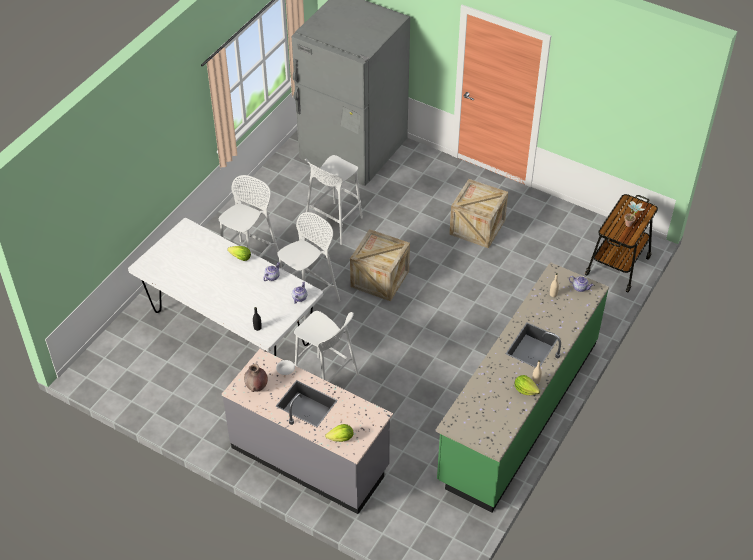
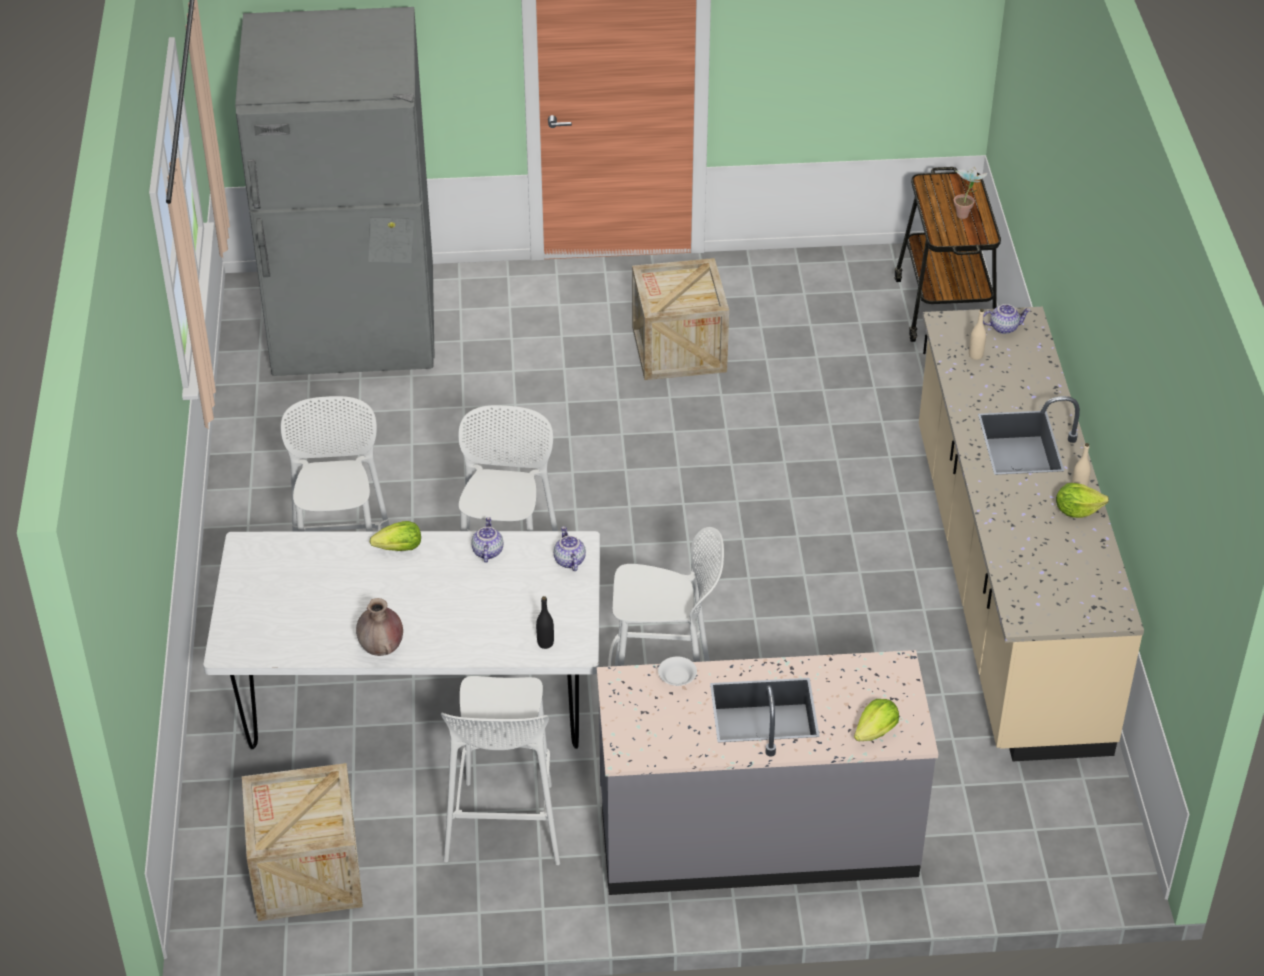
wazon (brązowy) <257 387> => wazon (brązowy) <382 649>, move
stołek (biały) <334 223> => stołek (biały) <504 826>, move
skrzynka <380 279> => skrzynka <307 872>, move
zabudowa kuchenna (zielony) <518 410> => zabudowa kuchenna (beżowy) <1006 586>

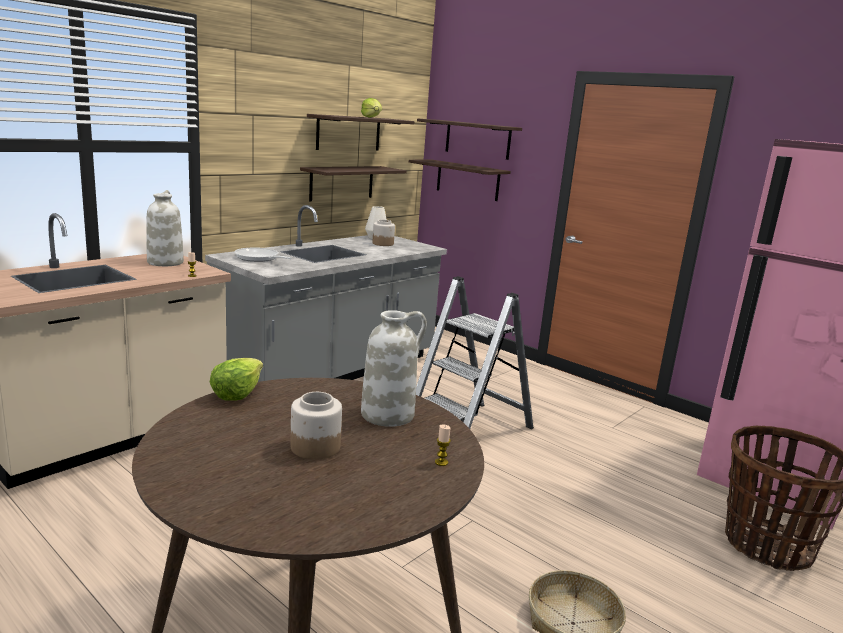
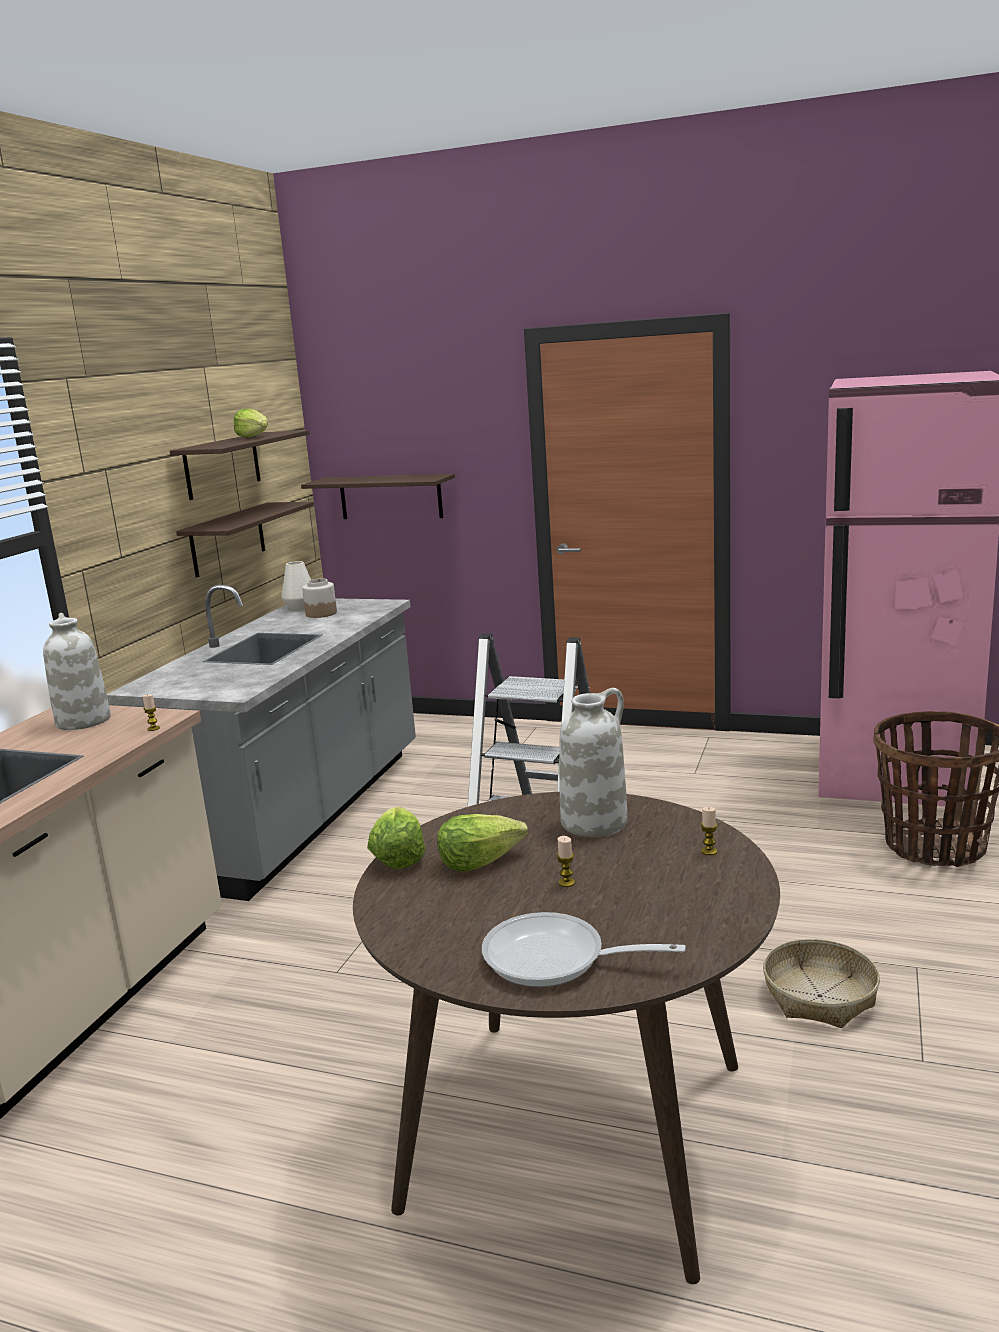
półka <477 139> => nothing
nothing => sałata <479 861>
patelnia <259 258> => patelnia <555 960>, move
słoik <314 447> => świeca <566 883>

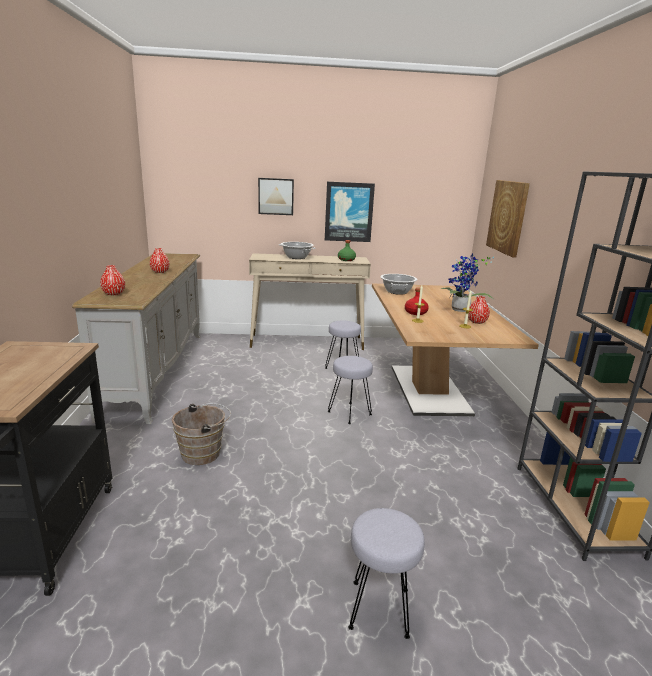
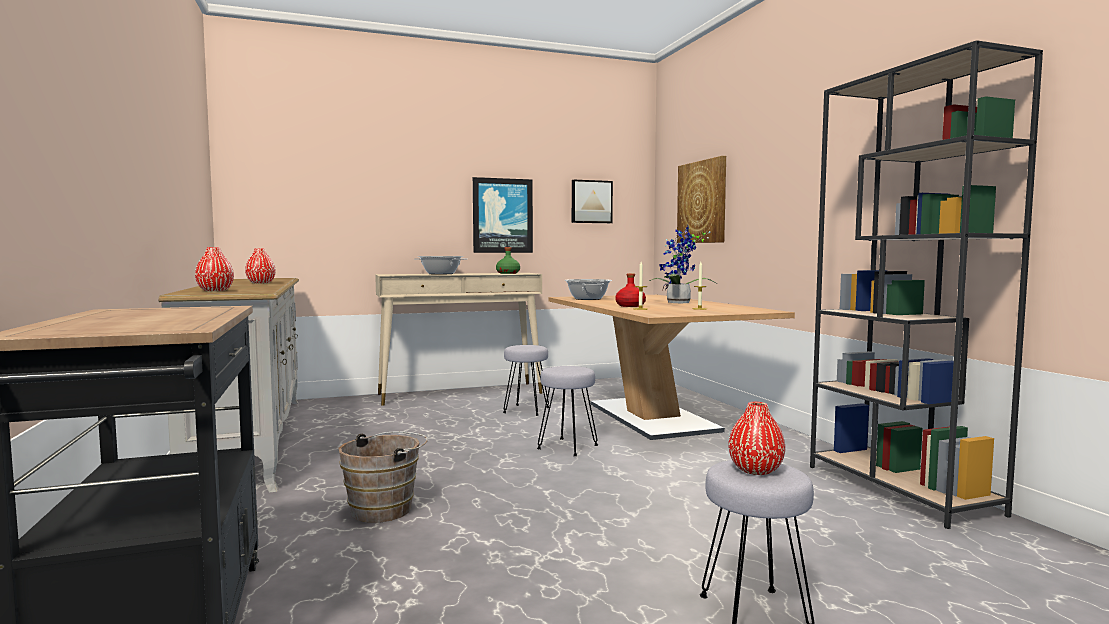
obraz <276 196> => obraz <591 202>, move
wazon (czerwony) <477 322> => wazon (czerwony) <755 470>, move

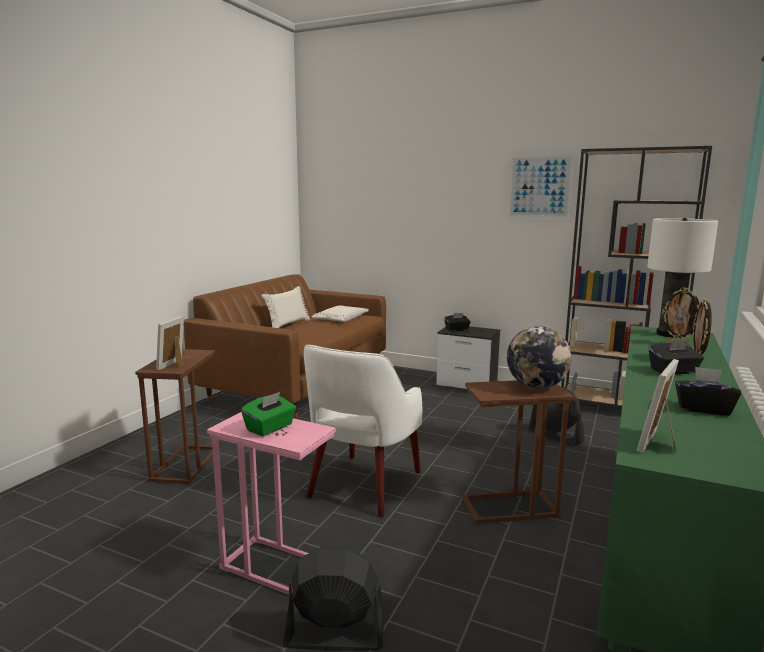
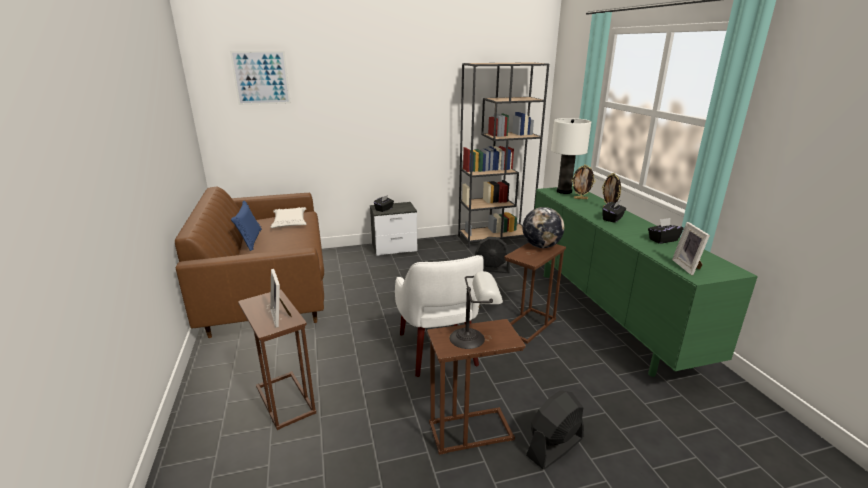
obraz <539 186> => obraz <261 78>, move
pudełko chusteczek (zielony) <270 428> => lampa stołowa <474 337>
stolik (różowy) <276 568> => stolik (brązowy) <470 431>
poduszka (biały) <287 325> => poduszka (niebieski) <250 240>

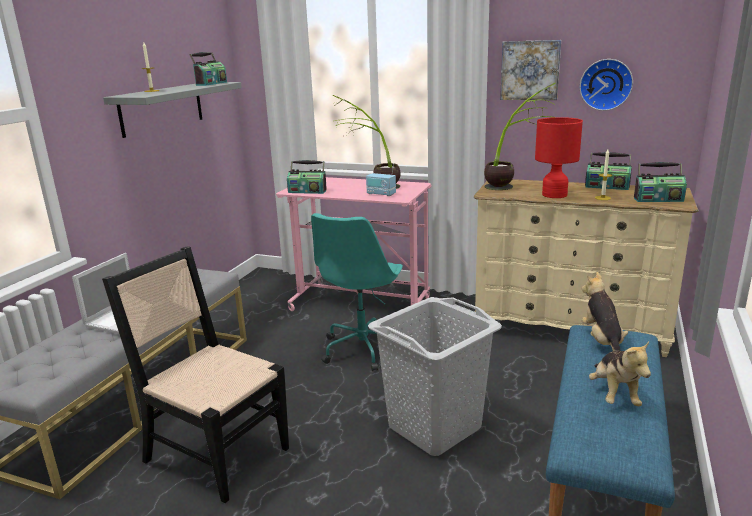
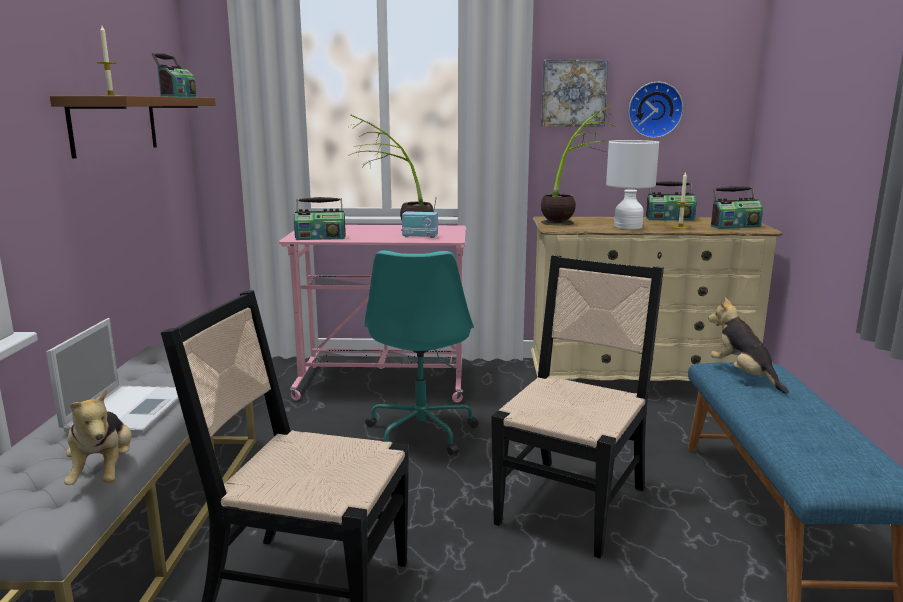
pluszak <614 394> => pluszak <104 473>, move
kosz na pranie (szary) <435 427> => krzesło <571 505>
półka (szary) <162 108> => półka (brązowy) <114 124>
lampa stołowa (czerwony) <554 195> => lampa stołowa (biały) <627 227>

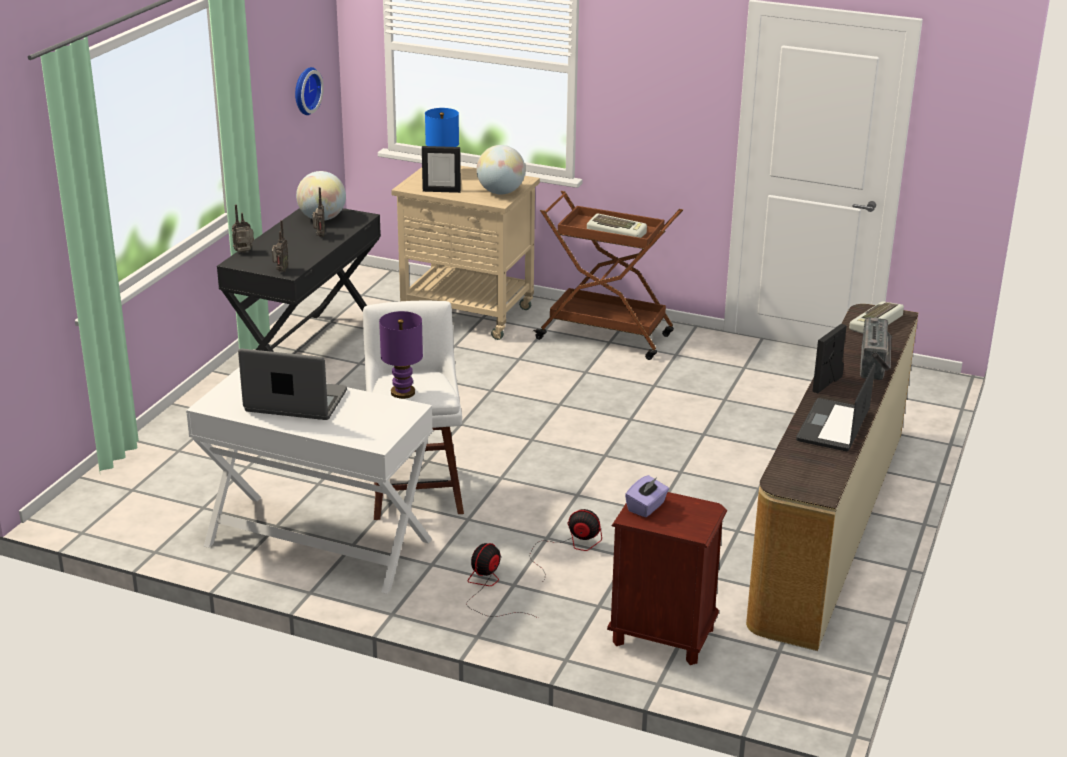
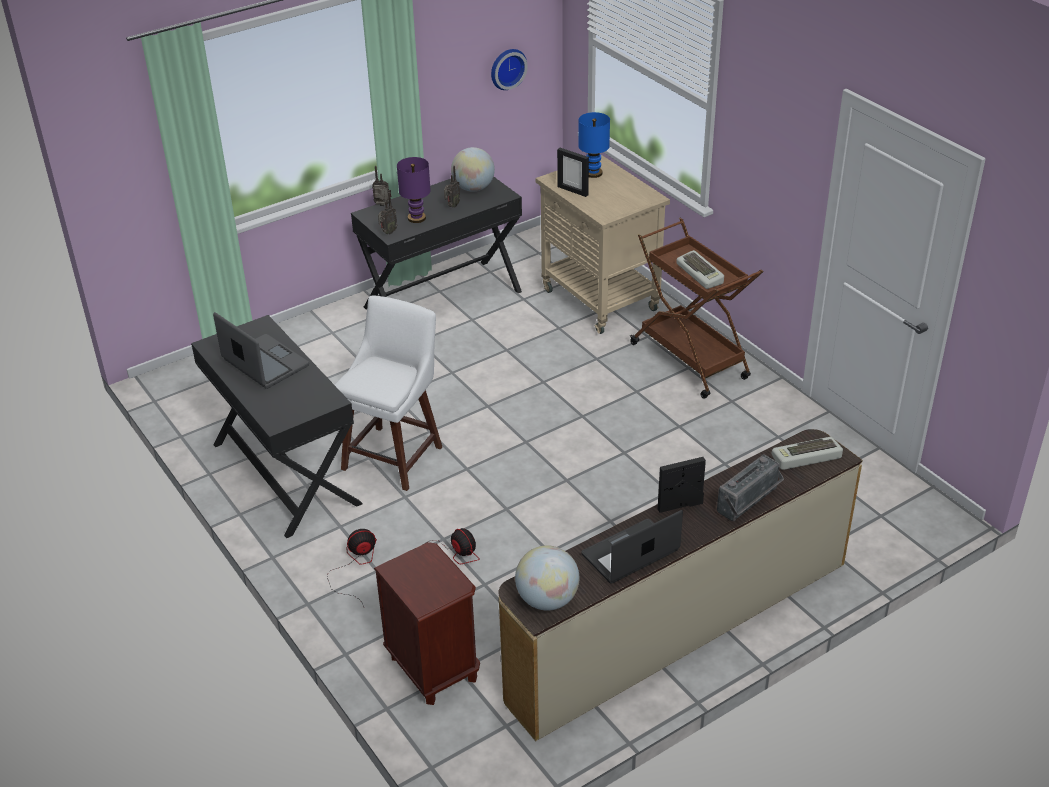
pudełko chusteczek (fioletowy) <646 507> => nothing
lampa stołowa (fioletowy) <403 393> => lampa stołowa (fioletowy) <417 218>, move
globus <501 192> => globus <547 600>, move
biurko (biały) <317 543> => biurko (czarny) <284 473>

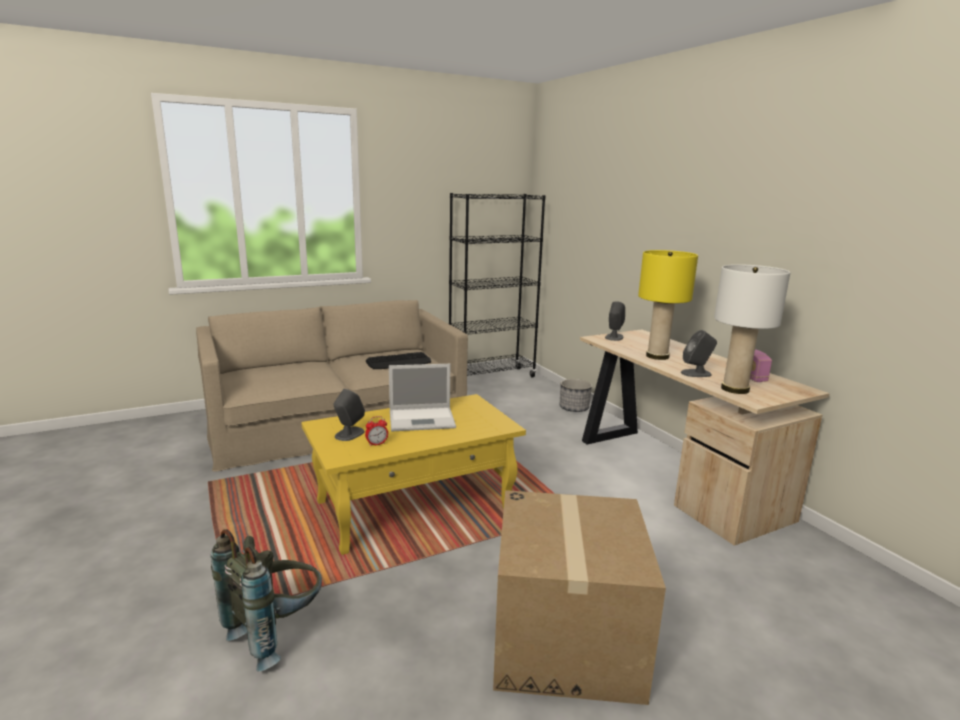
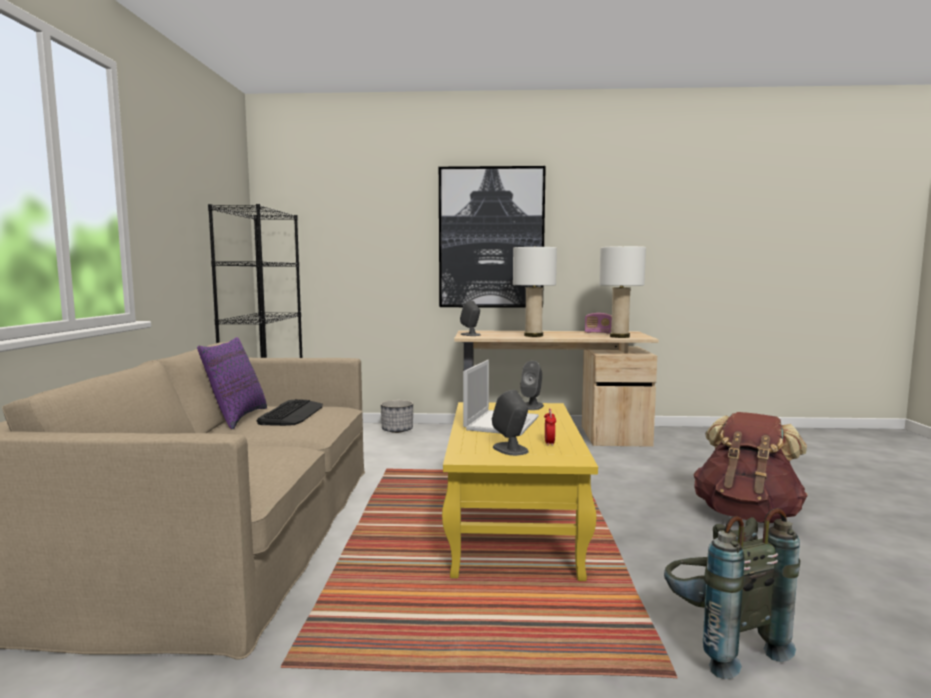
nothing => poduszka (fioletowy) <238 418>
nothing => obraz <491 238>
głośnik (szary) <696 373> => głośnik (szary) <532 406>, move
karton <566 639> => plecak (brązowy) <746 515>
lampa stołowa (żółty) <657 356> => lampa stołowa (biały) <533 335>

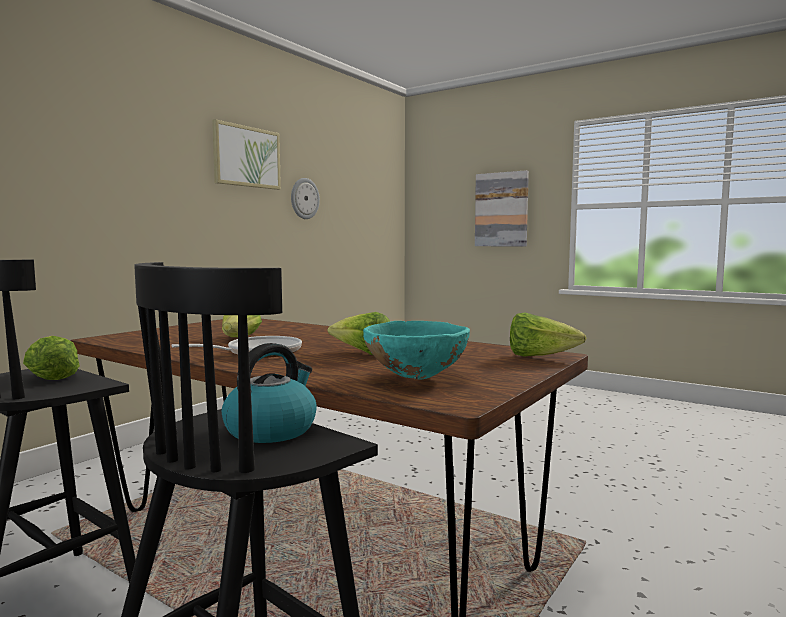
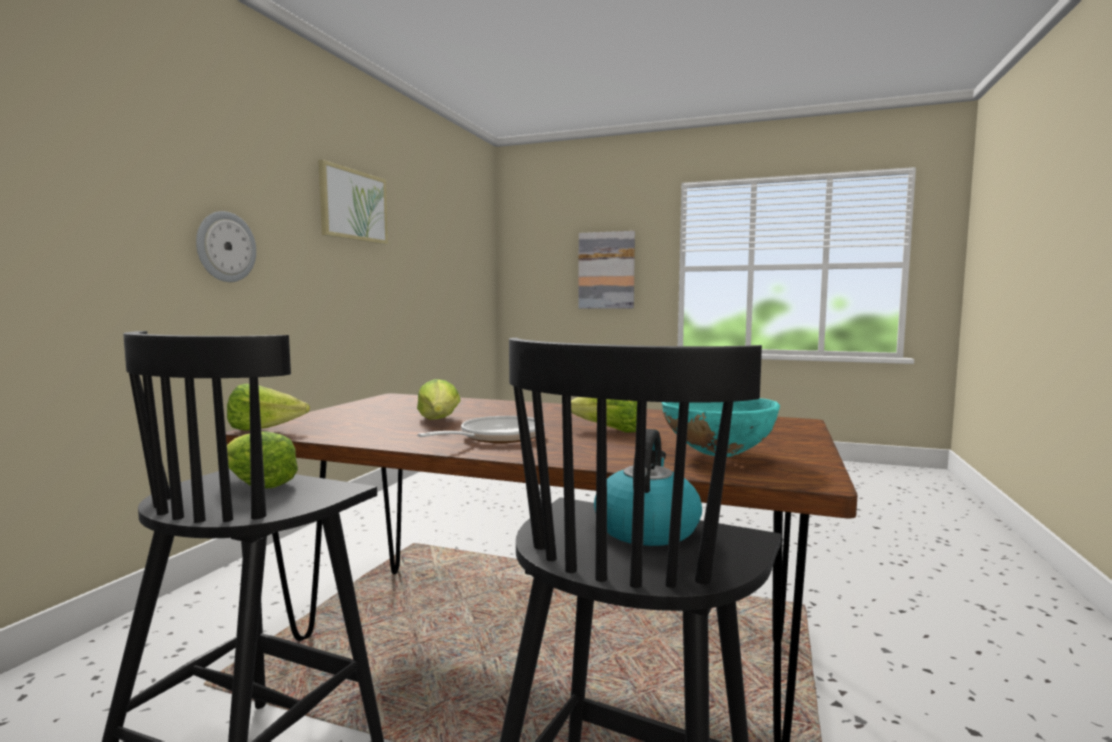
zegar ścienny <304 198> => zegar ścienny <225 247>, move
sałata <539 357> => sałata <265 430>, move

